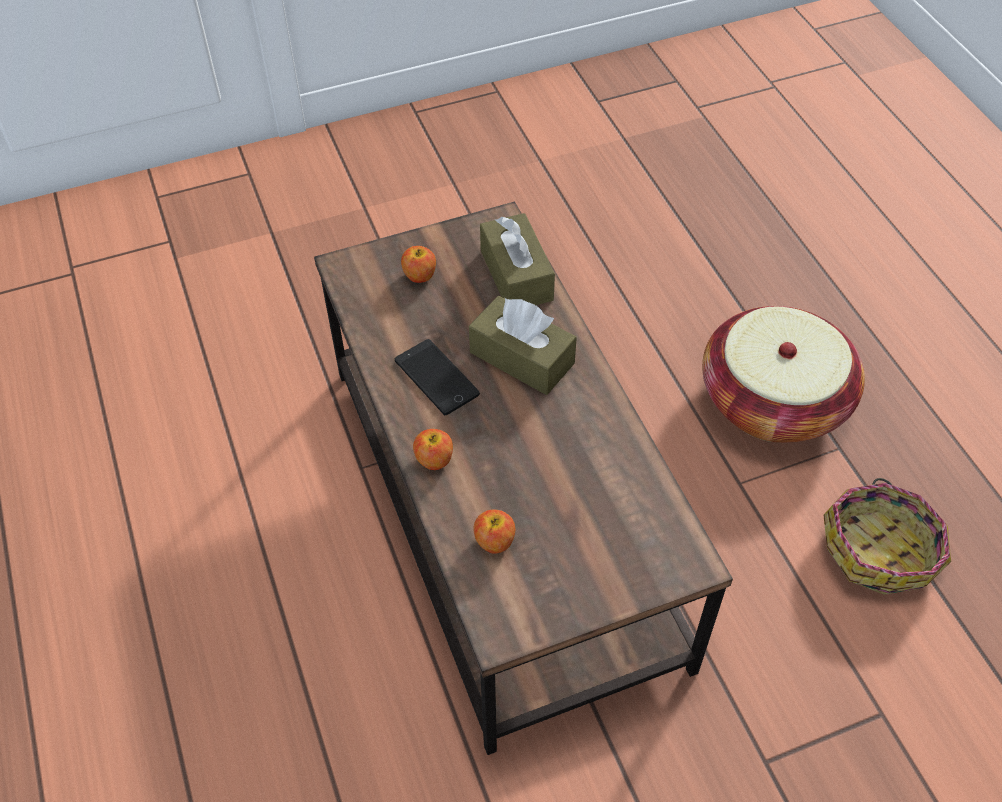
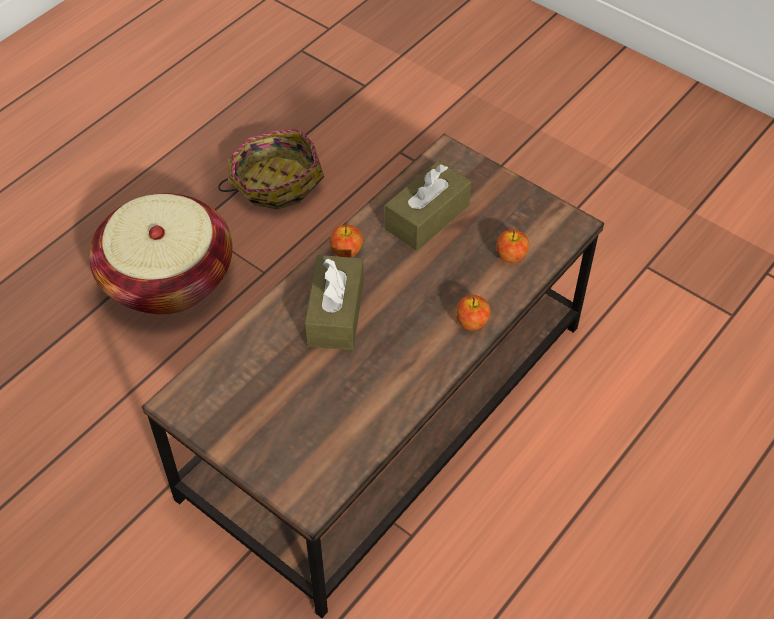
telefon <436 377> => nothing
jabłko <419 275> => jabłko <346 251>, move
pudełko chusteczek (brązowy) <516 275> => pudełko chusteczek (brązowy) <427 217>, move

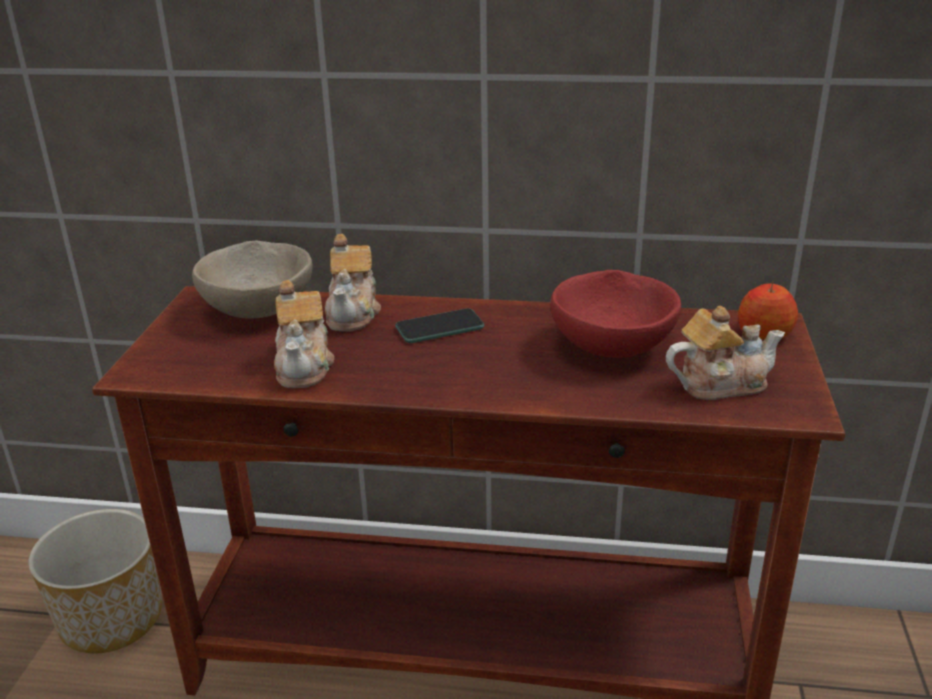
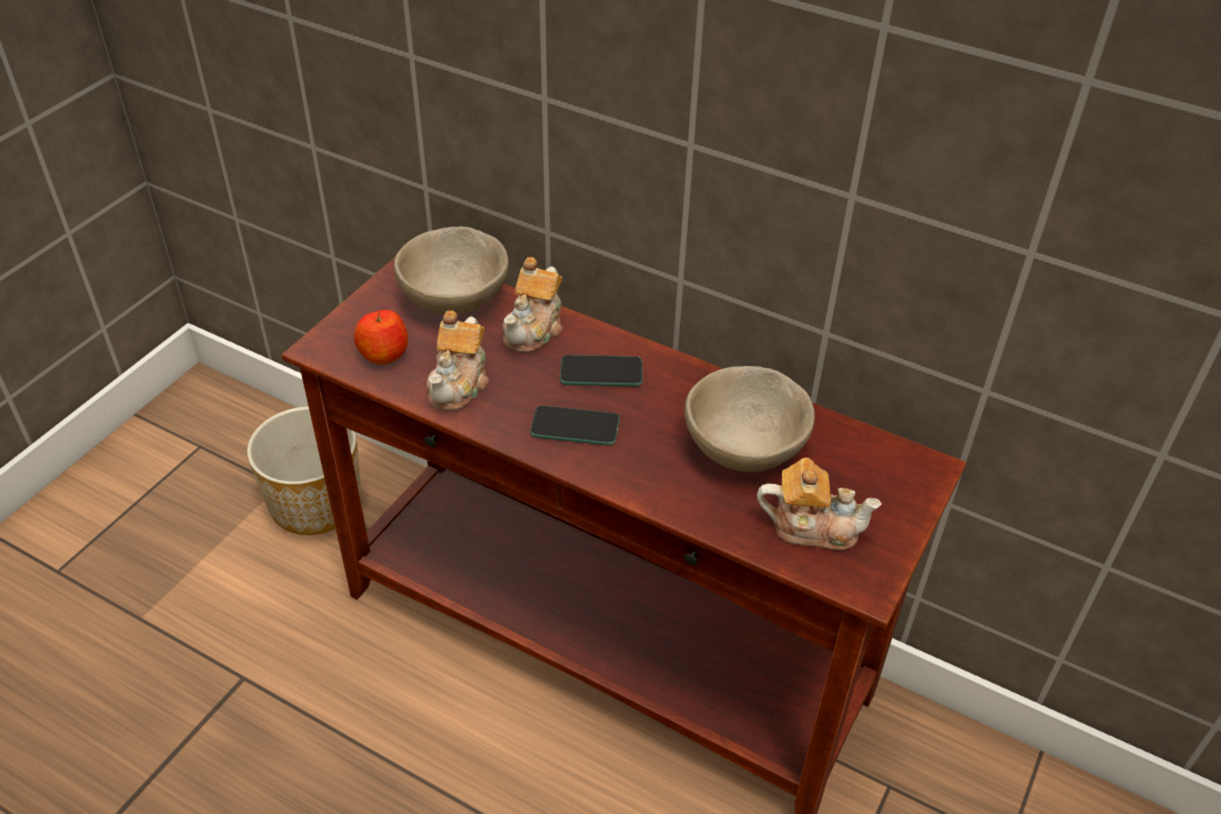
nothing => telefon <575 427>
jabłko <764 333> => jabłko <383 354>, move
miska (czerwony) <613 347> => miska (beżowy) <745 448>

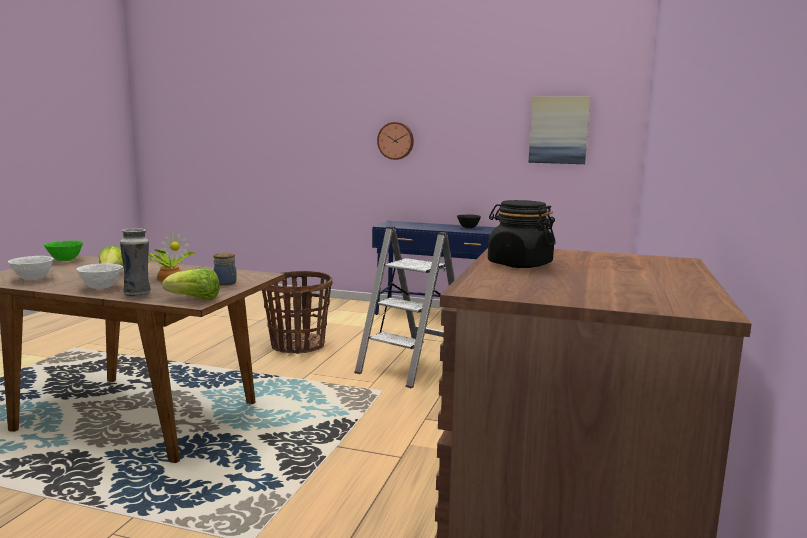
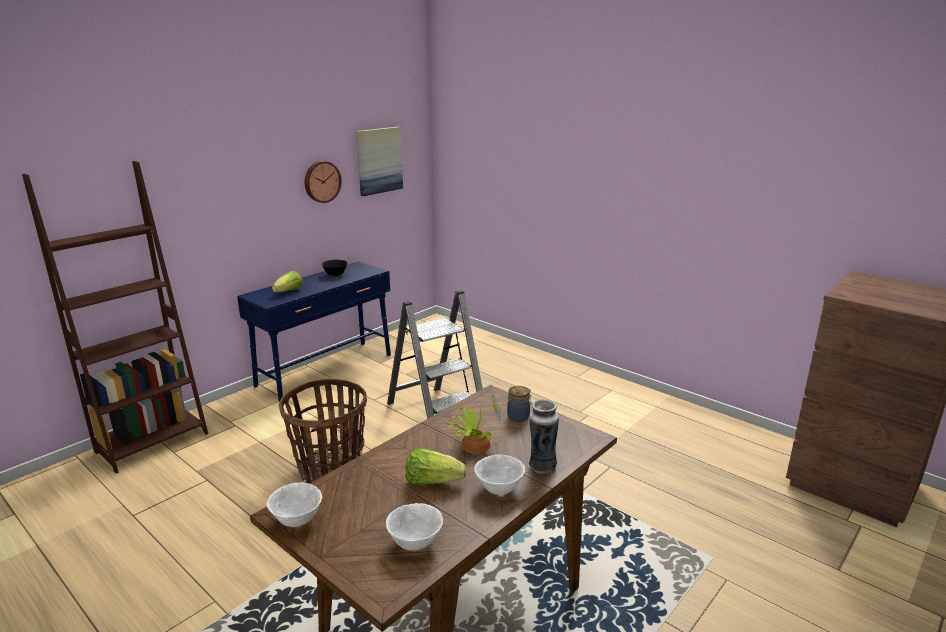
słoik (czarny) <519 264> => nothing
nothing => regał (brązowy) <152 442>
sałata <194 299> => sałata <289 291>, move
zegar ścienny <396 140> => zegar ścienny <321 181>, move
miska (zielony) <65 260> => miska (biały) <297 521>

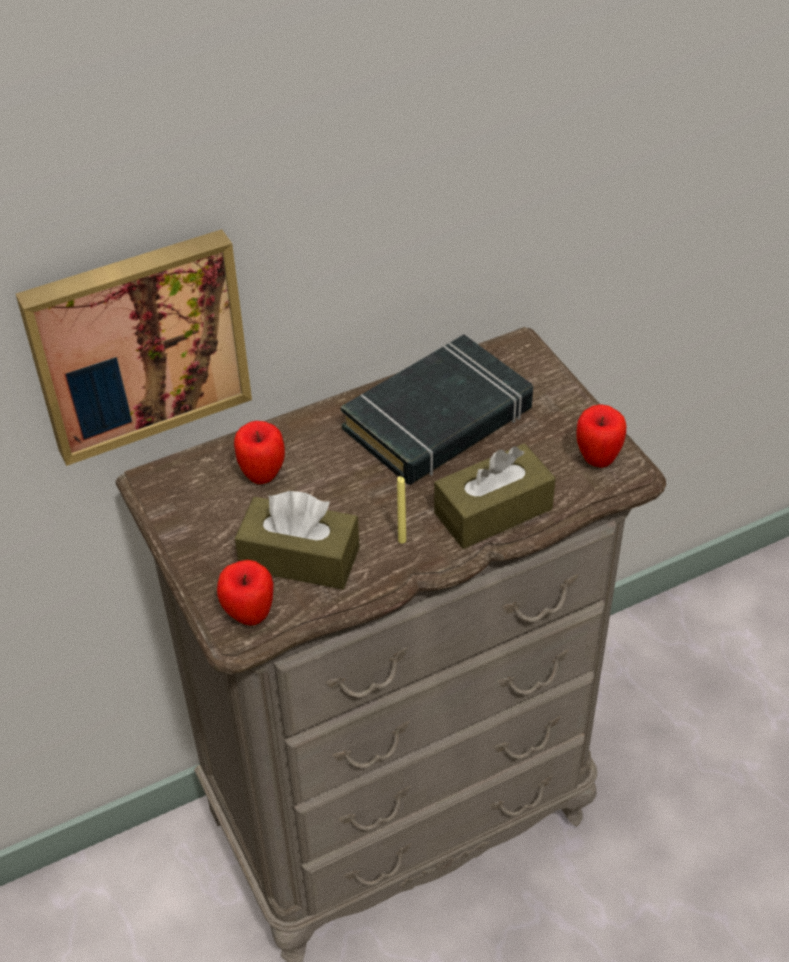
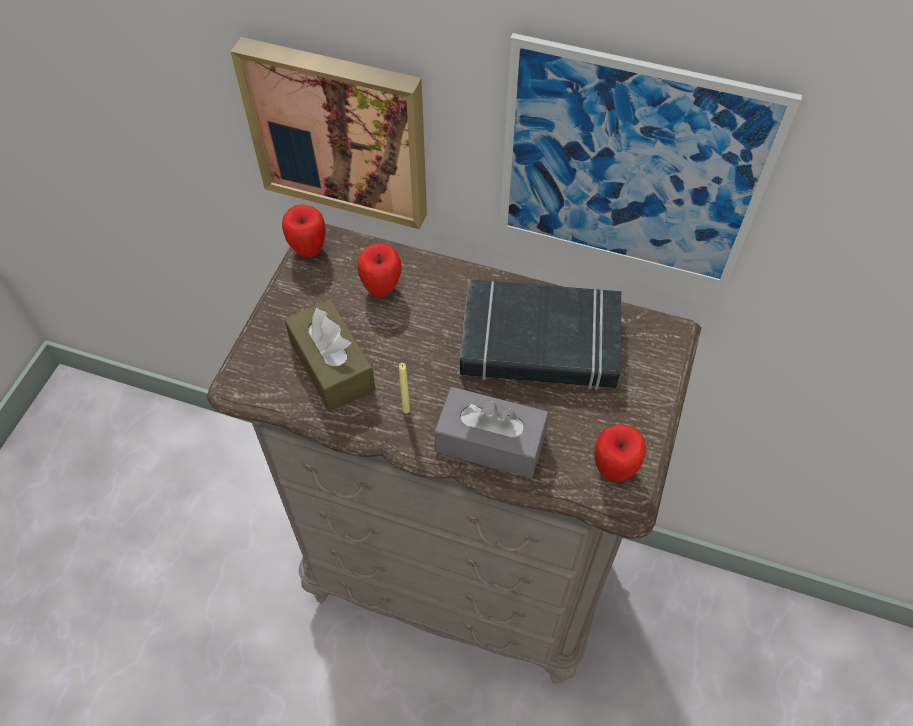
nothing => obraz <630 169>
jabłko <250 616> => jabłko <308 250>, move
pudełko chusteczek (brązowy) <493 511> => pudełko chusteczek (szary) <490 442>

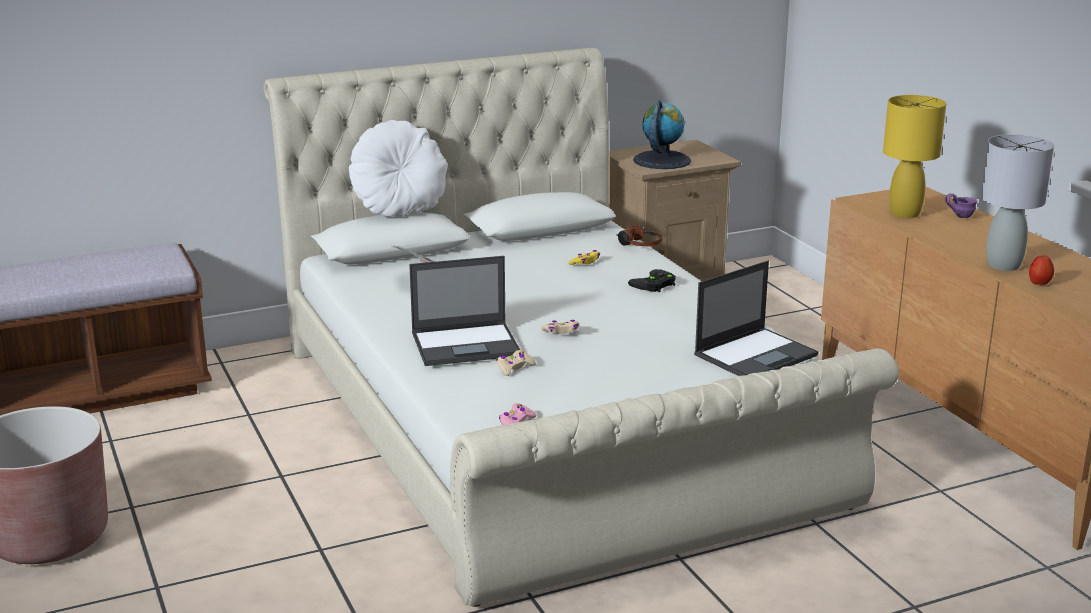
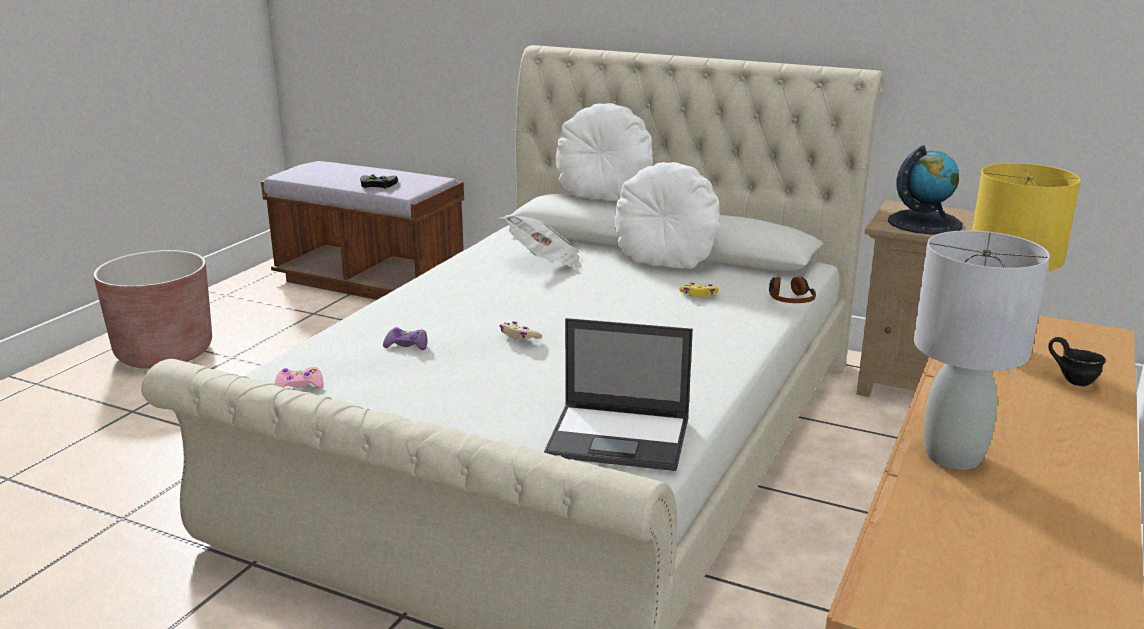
laptop <467 345> => nothing
jabłko <1039 283> => nothing
nothing => poduszka (biały) <665 263>
pad do gier (czarny) <653 285> => pad do gier (czarny) <376 184>, move
pad do gier (beżowy) <514 368> => pad do gier (fioletowy) <406 345>
kubek (fioletowy) <959 216> => kubek (czarny) <1073 381>

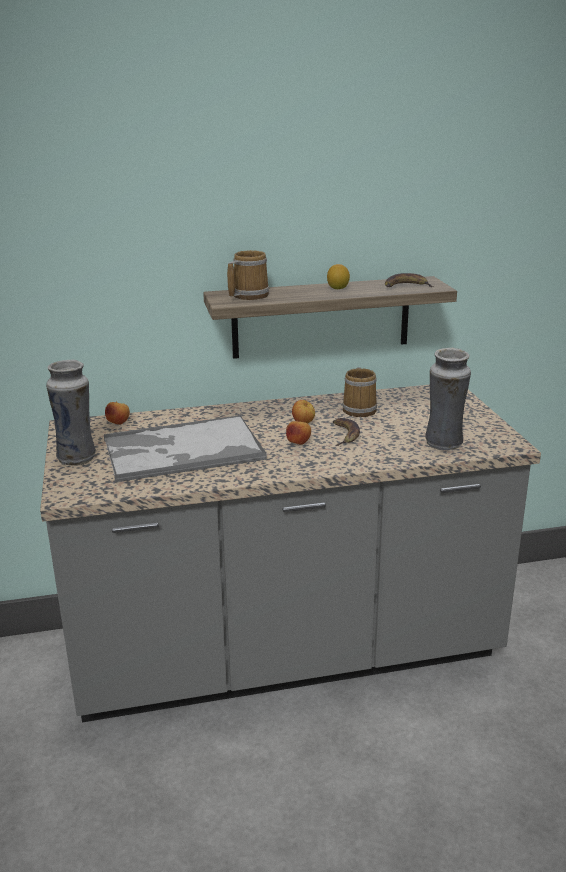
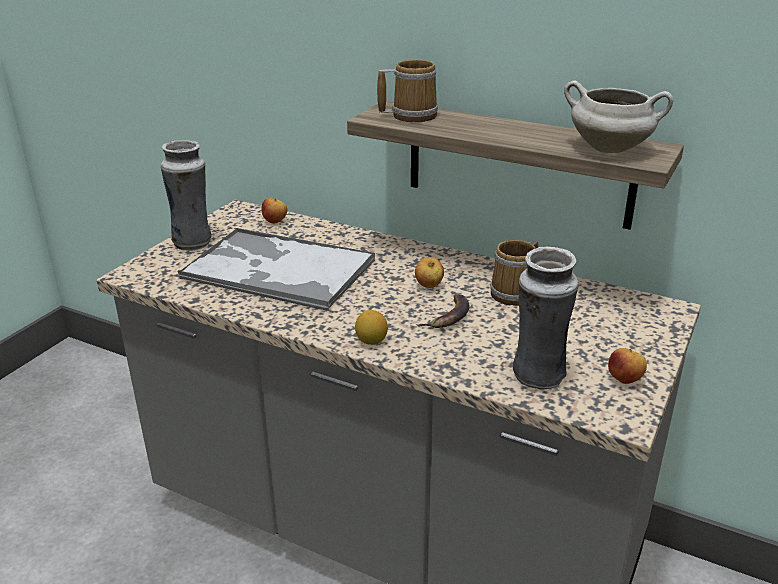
jabłko <298 443> => jabłko <625 380>, move
cytryna <338 288> => cytryna <371 341>, move
banan <406 286> => garnek (biały) <611 149>

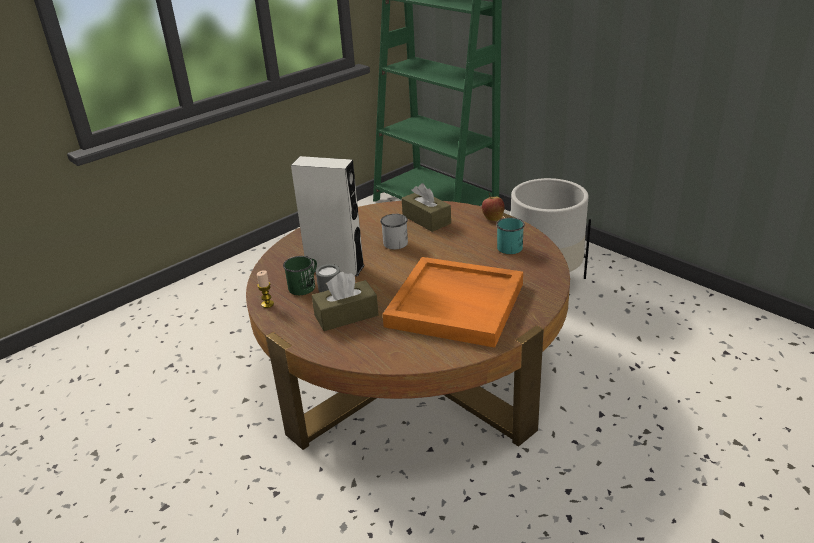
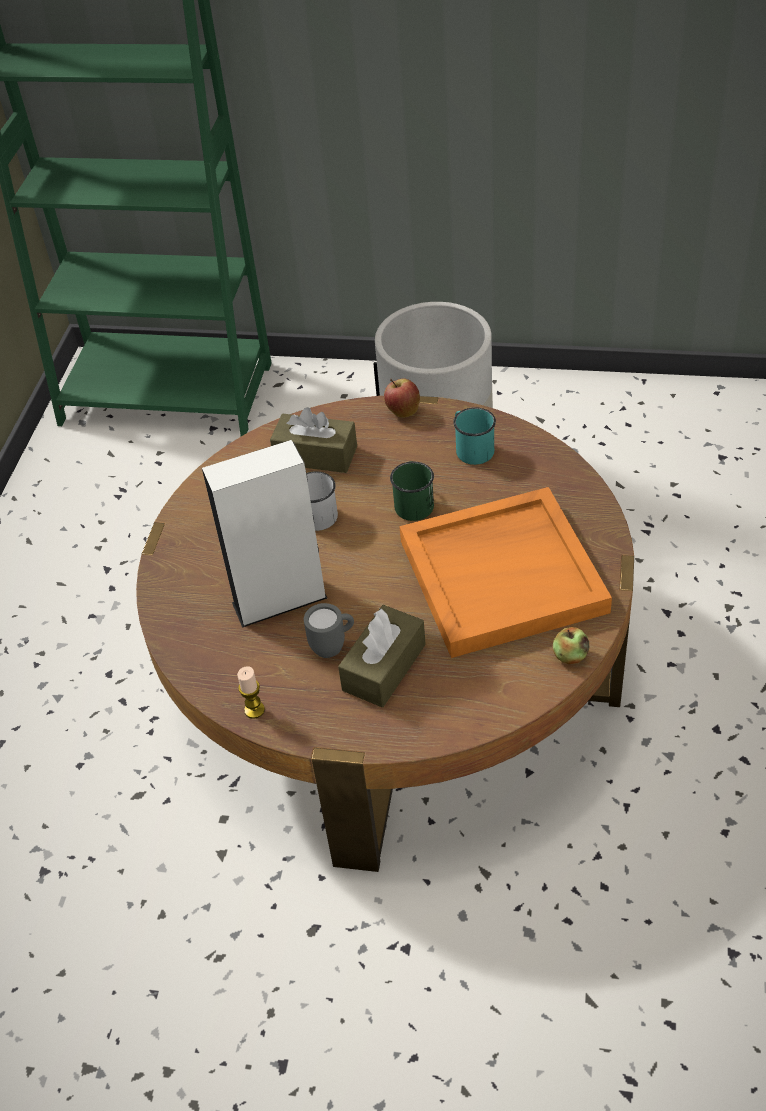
nothing => jabłko <570 656>
kubek (zielony) <305 286> => kubek (zielony) <414 502>, move

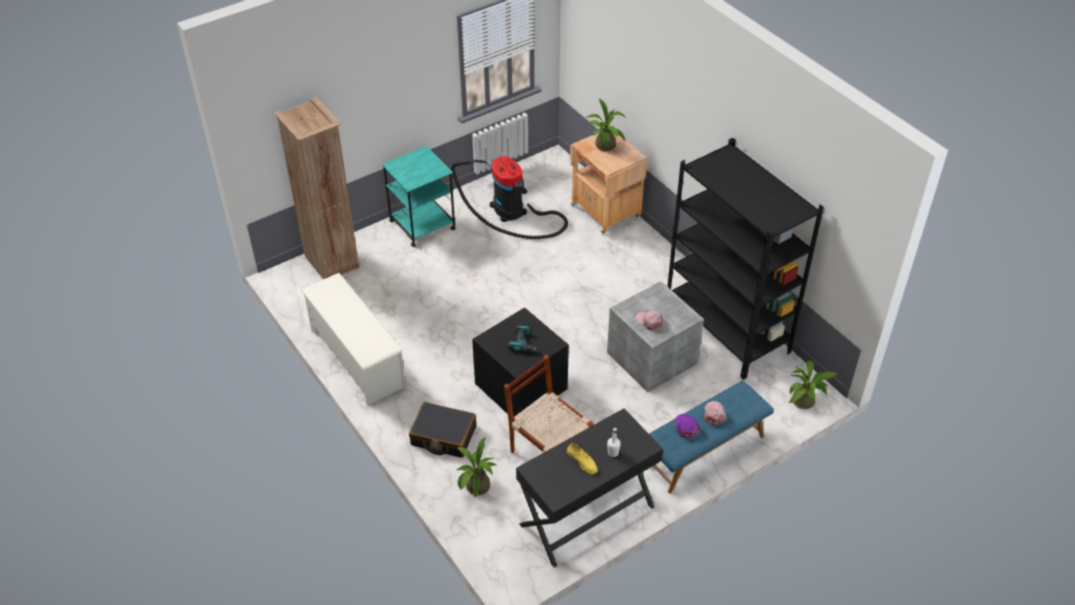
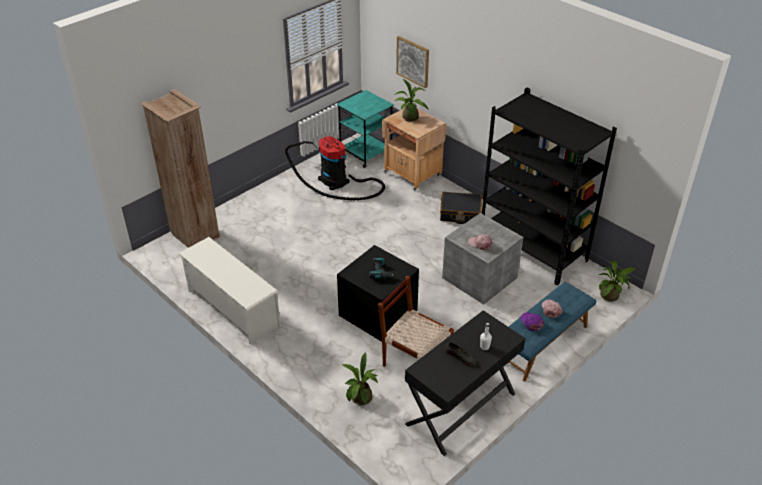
nothing => obraz <413 61>
wózek (turkusowy) <423 224> => wózek (turkusowy) <366 152>, move
walizka (czarny) <443 436> => walizka (czarny) <460 213>, move
but (żółty) <582 461> => but (szary) <460 357>

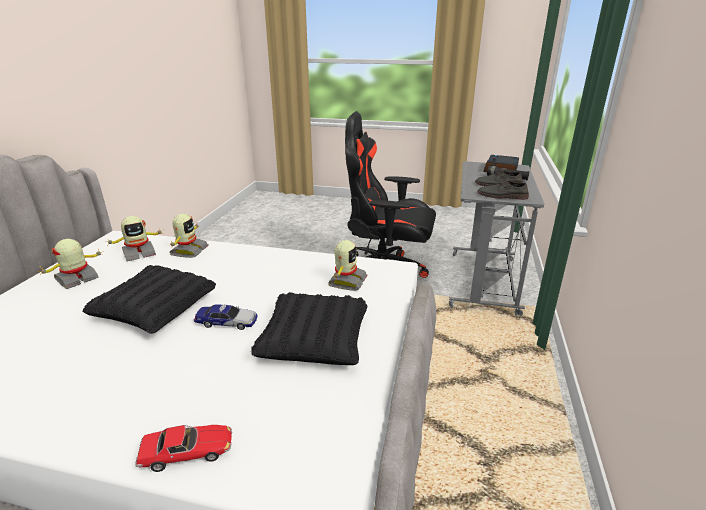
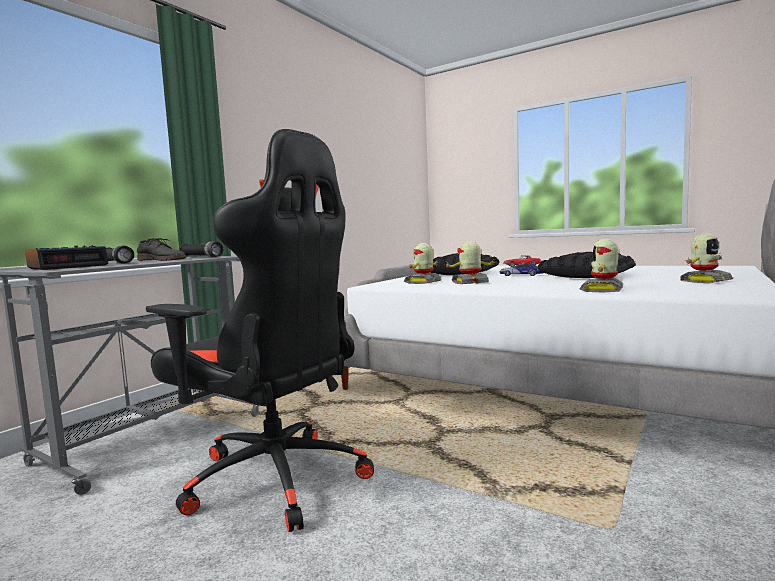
robot zabawkowy <139 253> => robot zabawkowy <470 283>, move
but (szary) <502 196> => latarka (czarny) <201 257>

